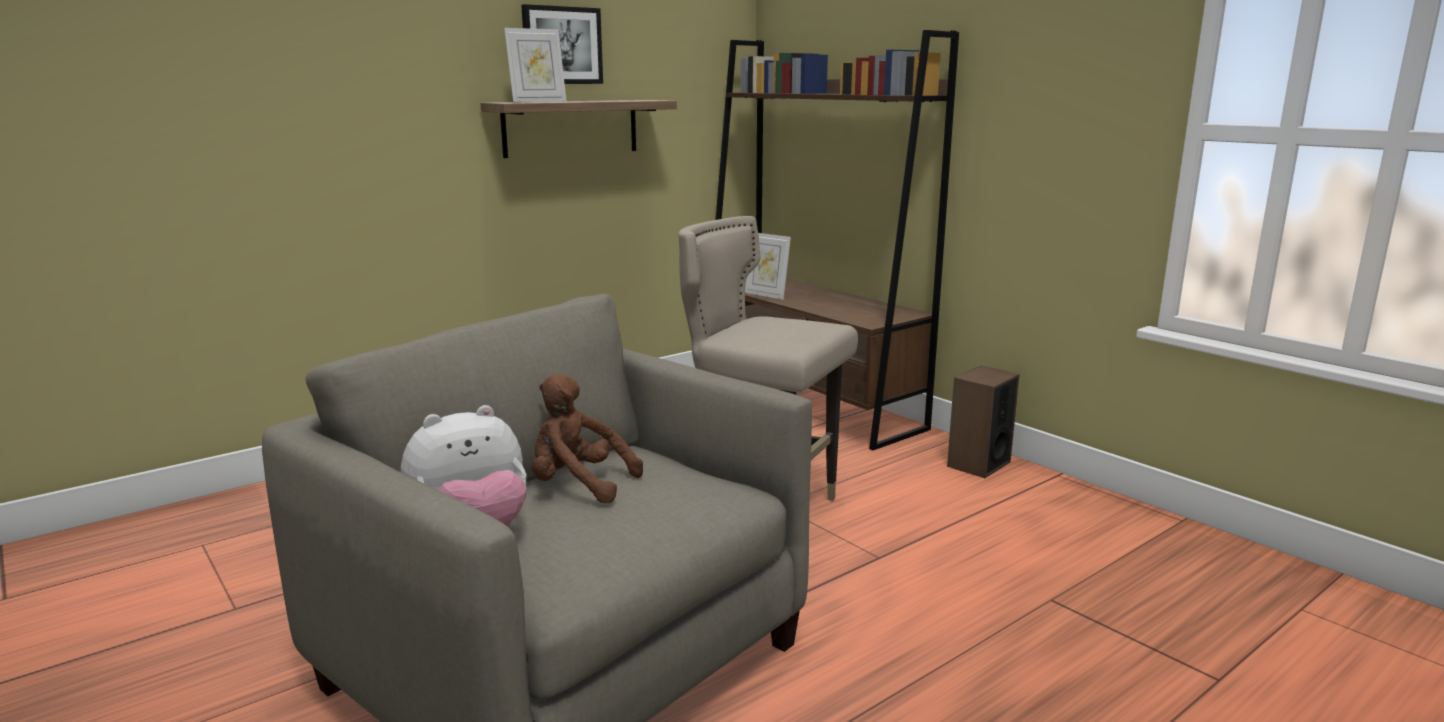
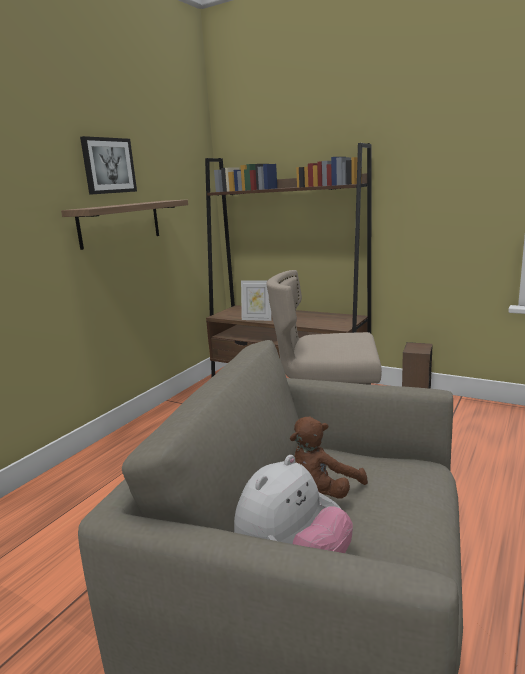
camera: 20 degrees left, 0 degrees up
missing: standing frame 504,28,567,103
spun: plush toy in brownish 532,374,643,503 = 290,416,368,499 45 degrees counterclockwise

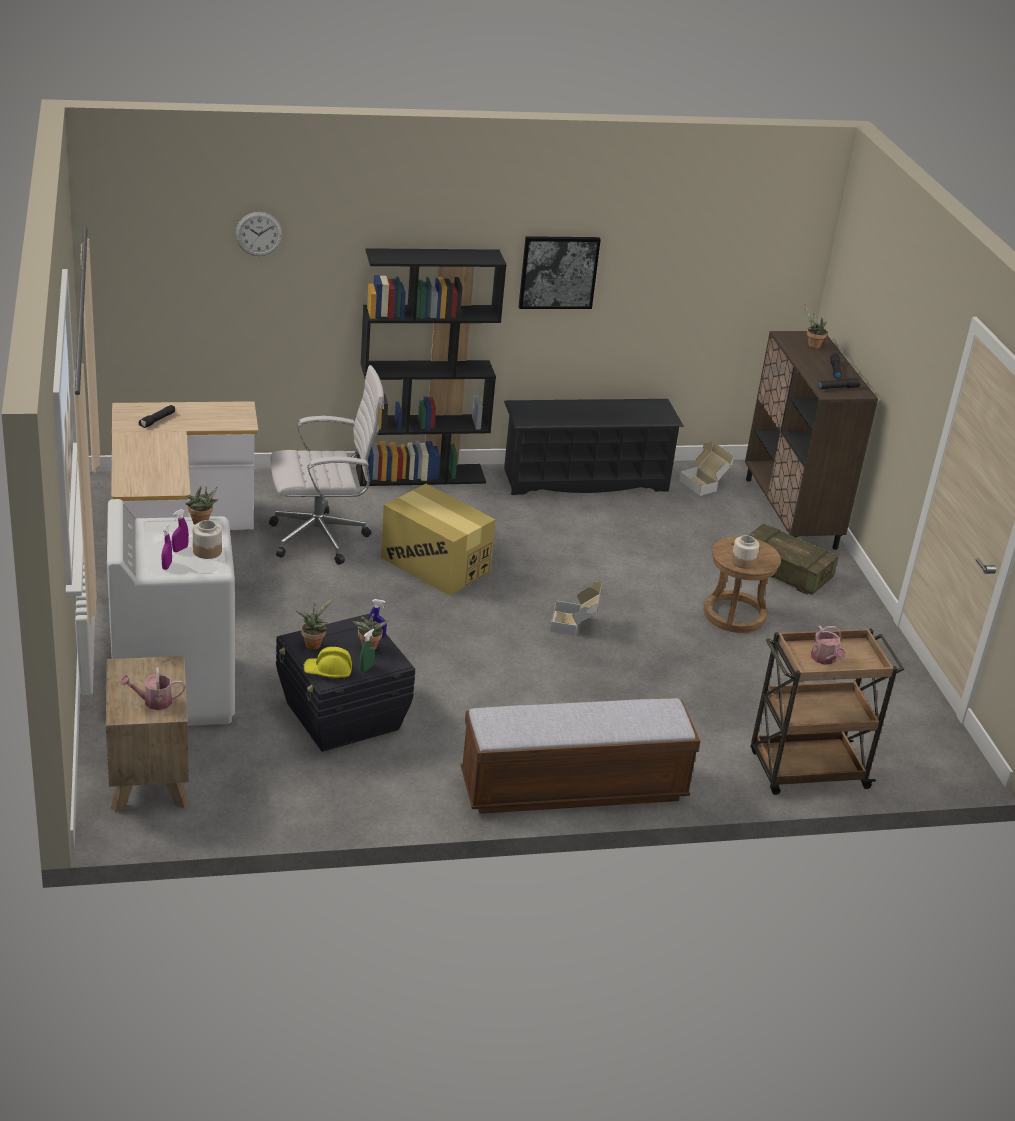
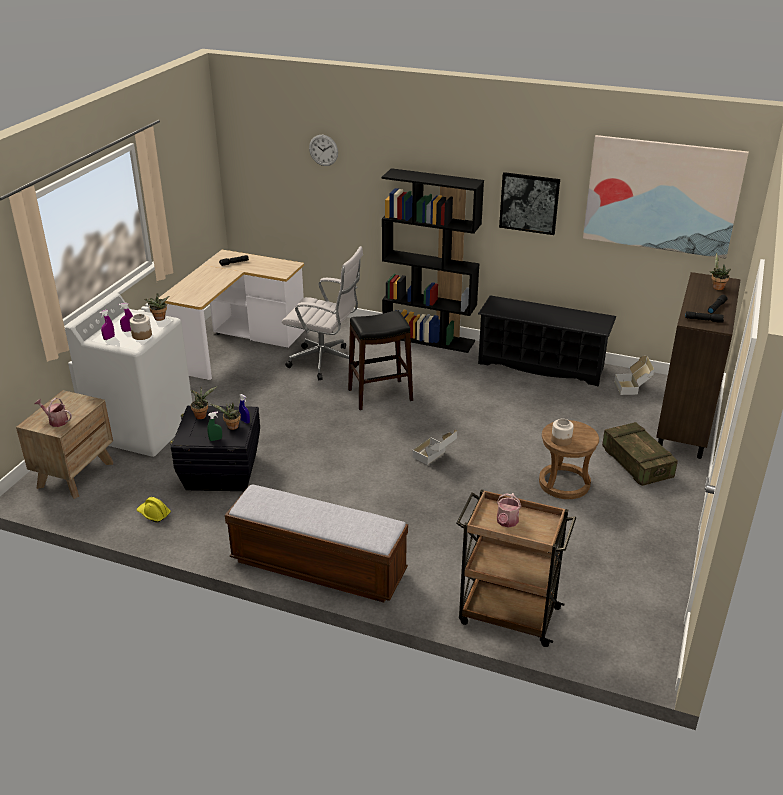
camera: 35 degrees right, 0 degrees up
appeared: wall picture 583,135,749,259
relocated: work helmet in yellow 303,647,352,680 to 137,497,171,523
exchanged: packing box 381,484,496,596 to stool in blackish 348,310,413,410

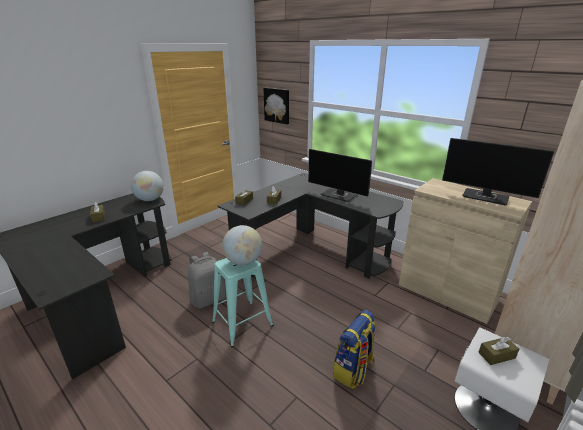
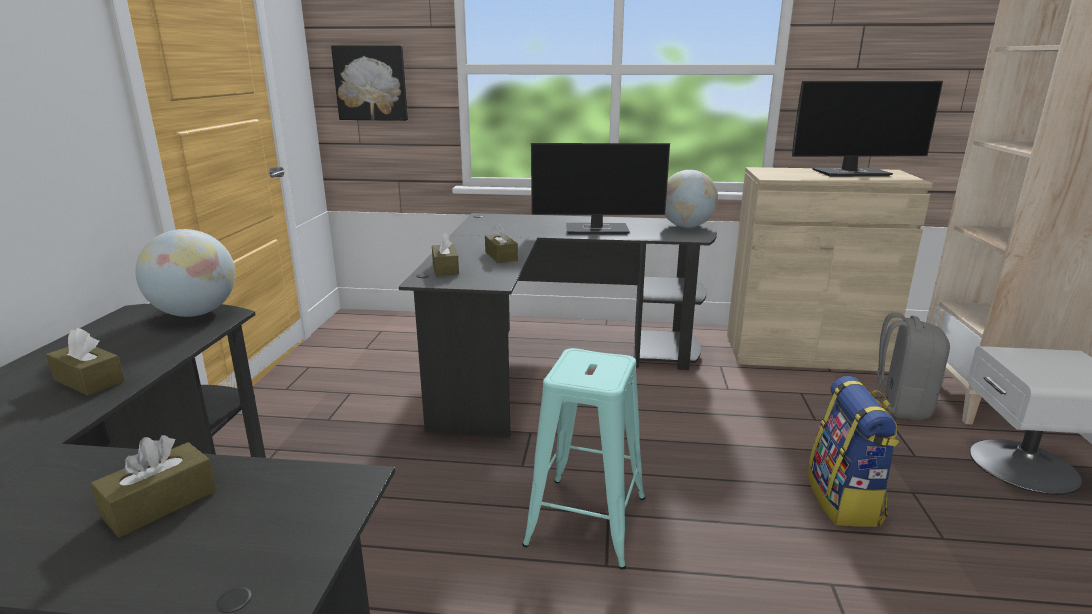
camera: 35 degrees left, 5 degrees down
relocated: knapsack in greyish 188,252,226,309 to 869,312,950,420; desk globe 222,225,262,265 to 665,170,718,228; box of tissues in brownish 478,337,519,365 to 90,435,216,538

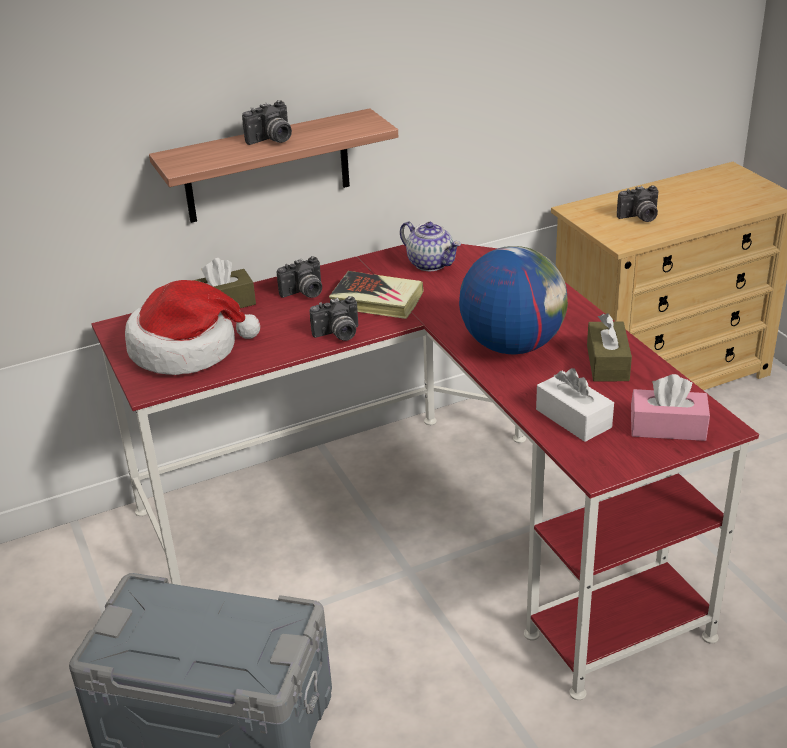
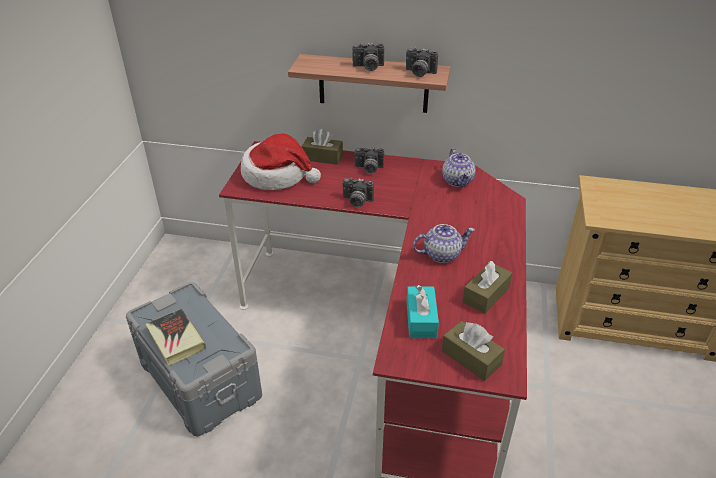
camera: 35 degrees right, 5 degrees up
relocated: volume 329,271,424,319 to 146,309,206,366; photo camera 617,185,659,222 to 406,47,438,77
exchanged: desk globe 459,246,568,354 to pot for tea 413,224,475,263
colour: box of tissues in white-coloured 536,368,614,442 to box of tissues in turquoise 407,285,439,338; box of tissues in pink-coloured 631,374,710,441 to box of tissues in brownish 442,321,505,381

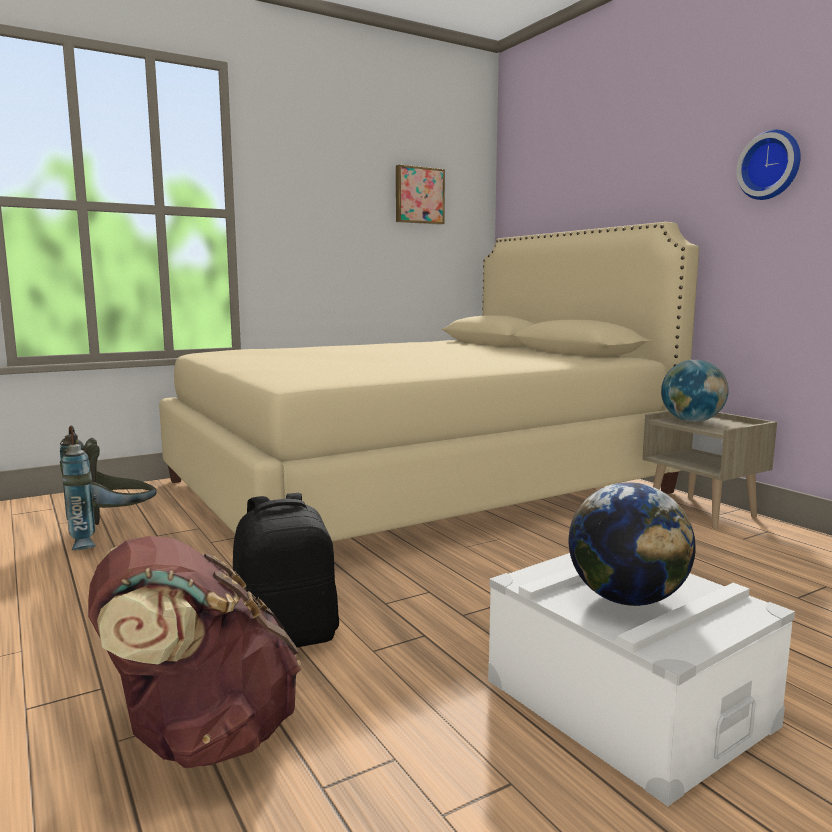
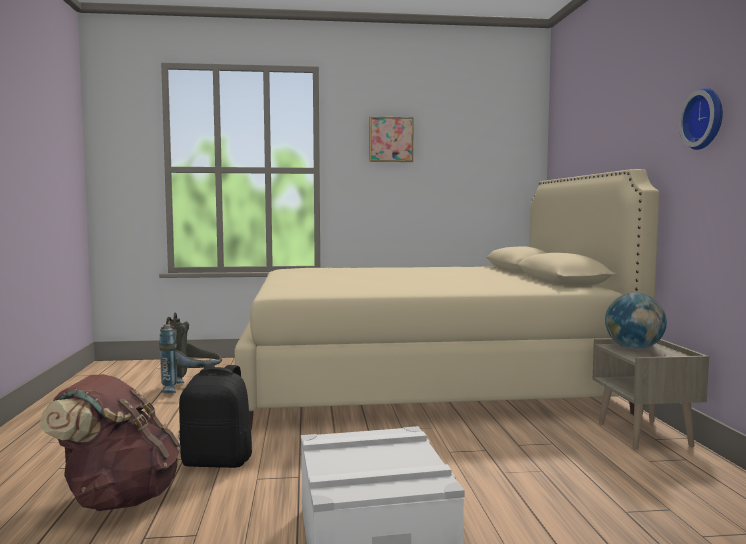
camera: 25 degrees right, 5 degrees down
missing: desk globe 569,482,696,606
relocated: wall picture 396,165,445,225 to 369,116,414,162

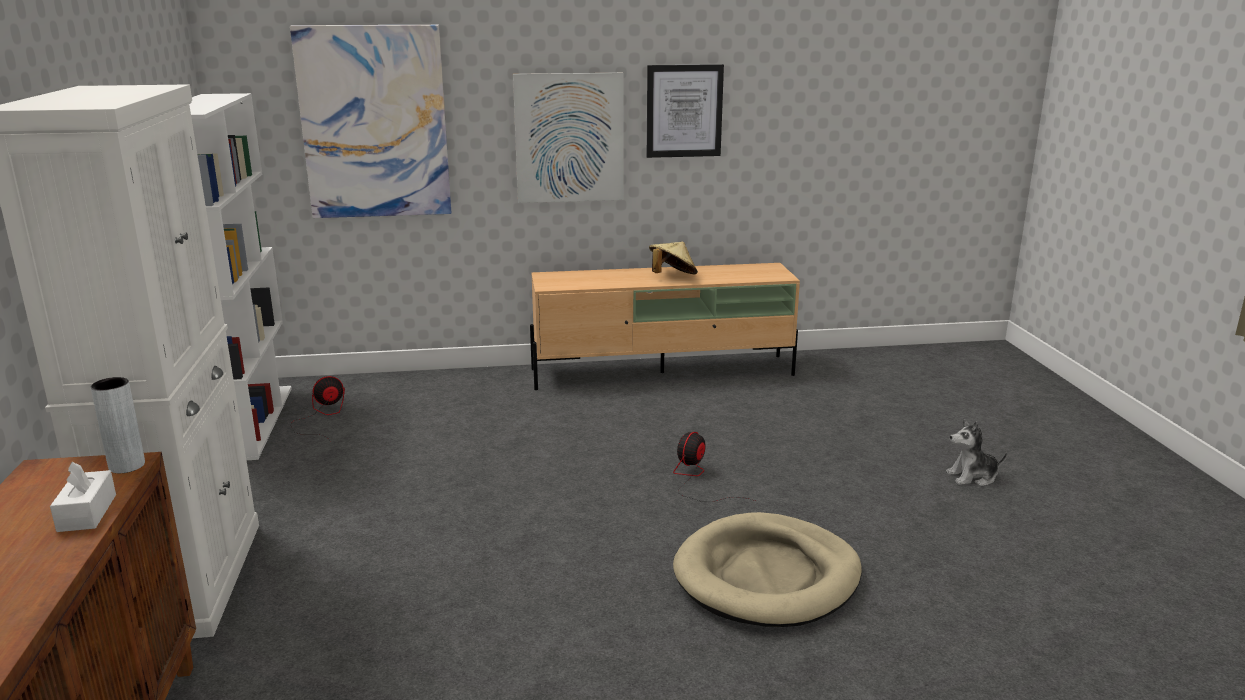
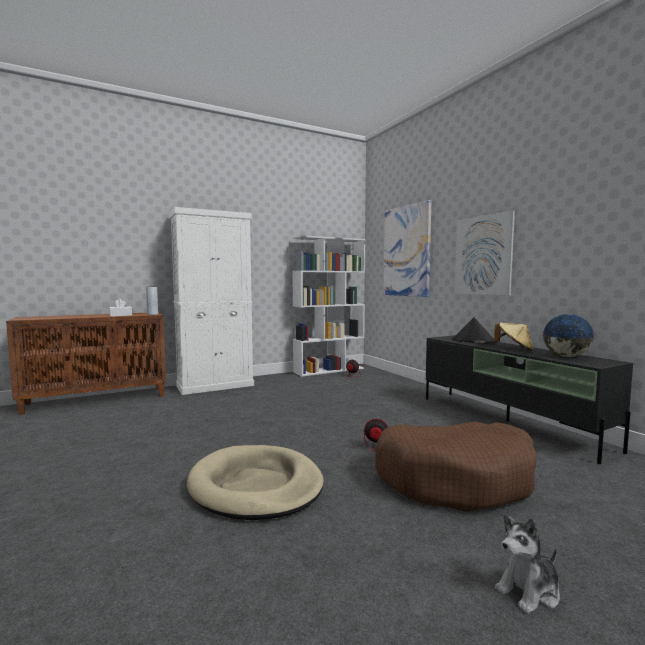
camera: 70 degrees right, 15 degrees down
missing: wall picture 647,64,724,158
appeared: dog bed in brownish 375,421,536,512; wearable hat in blackish 452,317,496,343; desk globe 542,314,595,357
colour: media console in beige 530,263,800,390 to media console in blackish 426,335,633,464
spun: plush toy 946,419,1007,487 = 495,513,560,614 90 degrees counterclockwise

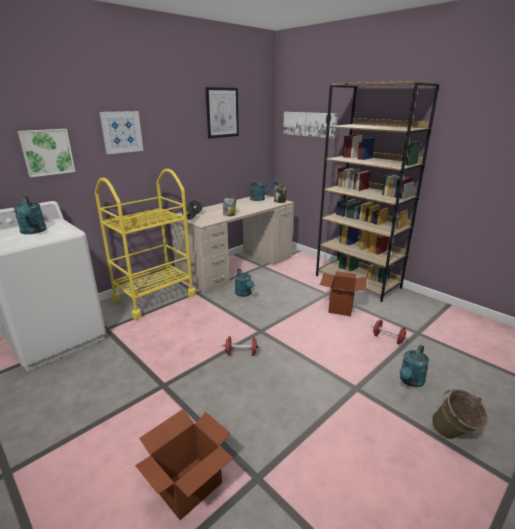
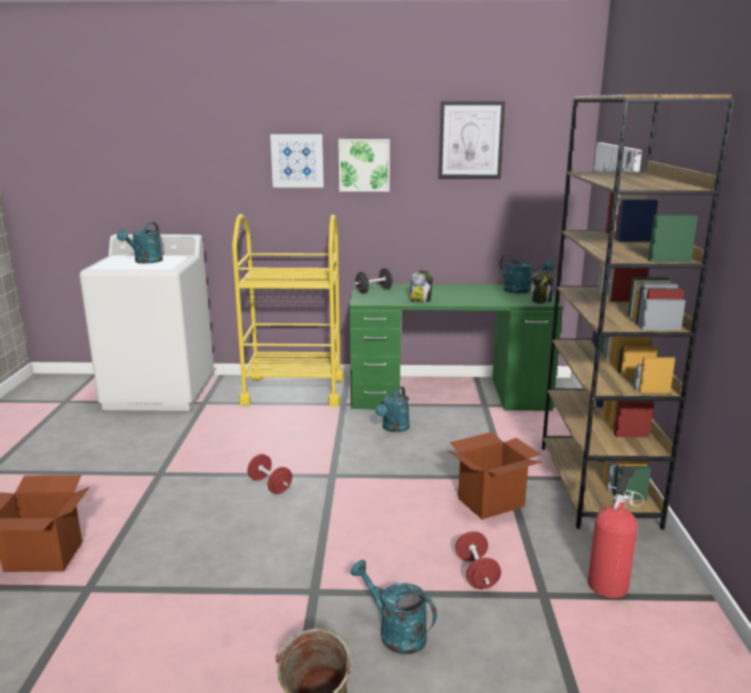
camera: 45 degrees right, 5 degrees down
appeared: extinguisher 588,465,644,598
relocated: wall picture 18,129,75,177 to 338,139,390,192
colour: desk in beige 171,195,294,294 to desk in greenish 350,284,563,411
spun: watering can in turquoise 400,345,429,387 = 350,560,437,654 45 degrees clockwise

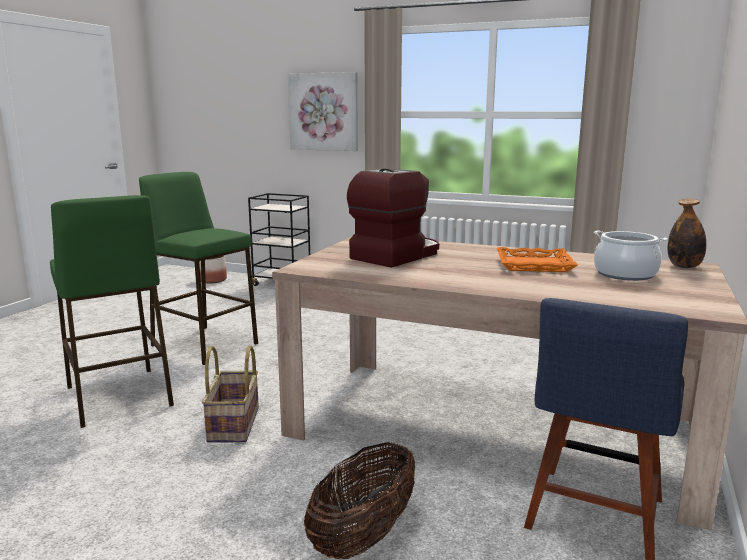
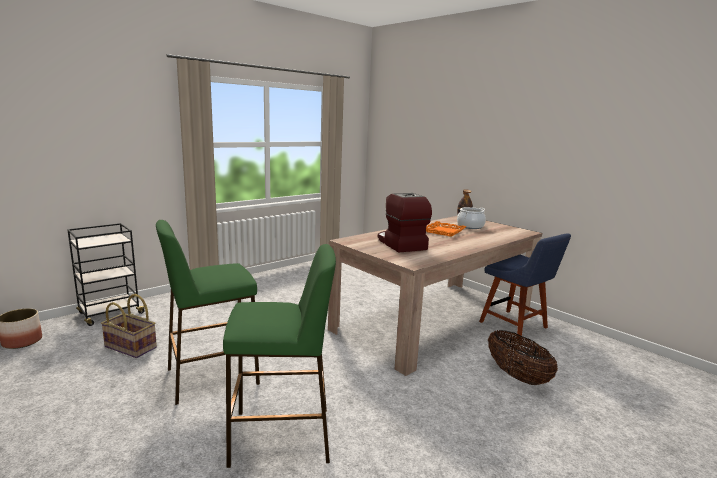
camera: 65 degrees left, 0 degrees up
missing: wall picture 288,72,358,151
relocated: basket 202,346,259,443 to 101,294,157,358

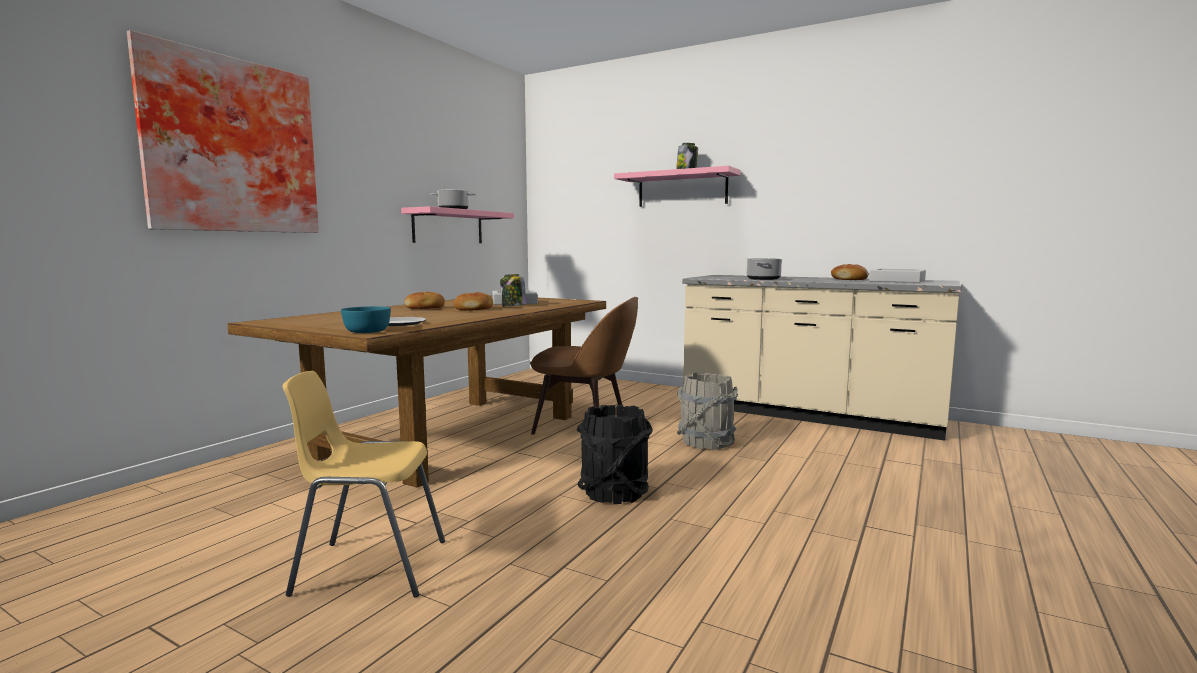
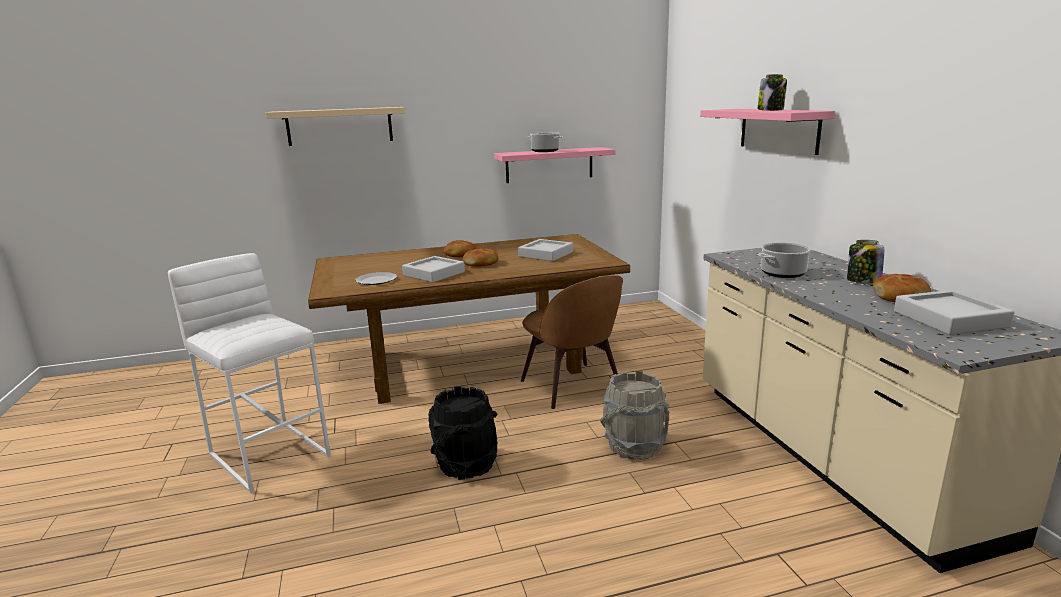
camera: 45 degrees right, 10 degrees up
missing: serving bowl in turquoise 341,306,391,333
appeared: carrying tray in greyish 402,256,465,282
relocated: jar 500,274,526,306 to 847,240,884,283
exchanged: wall picture 127,30,319,233 to bracket shelf in beige 266,107,406,146; chair in yellow 282,371,445,598 to stool in white-coloured 168,253,331,494

